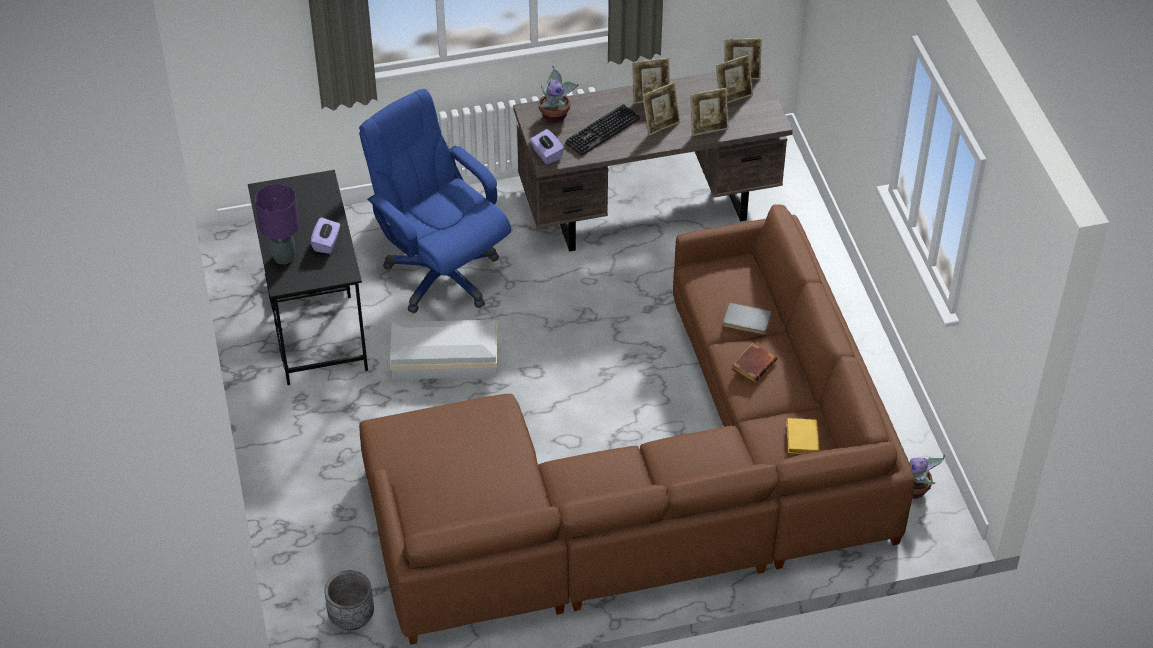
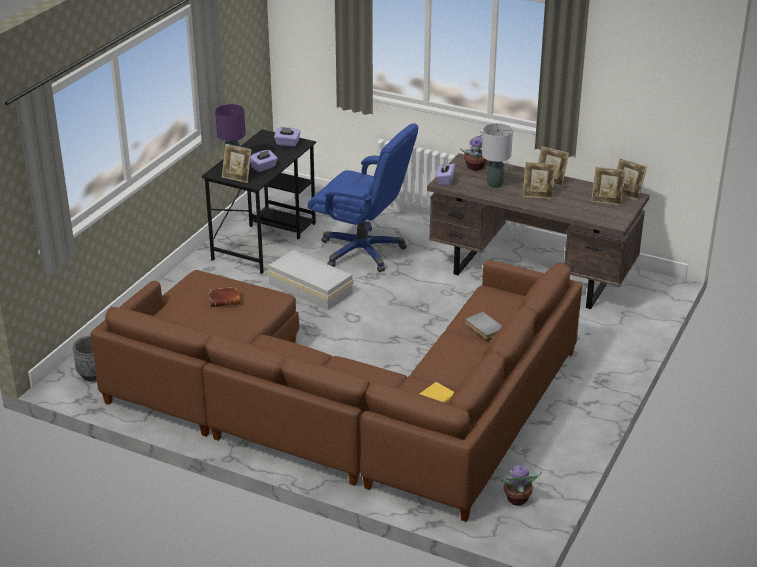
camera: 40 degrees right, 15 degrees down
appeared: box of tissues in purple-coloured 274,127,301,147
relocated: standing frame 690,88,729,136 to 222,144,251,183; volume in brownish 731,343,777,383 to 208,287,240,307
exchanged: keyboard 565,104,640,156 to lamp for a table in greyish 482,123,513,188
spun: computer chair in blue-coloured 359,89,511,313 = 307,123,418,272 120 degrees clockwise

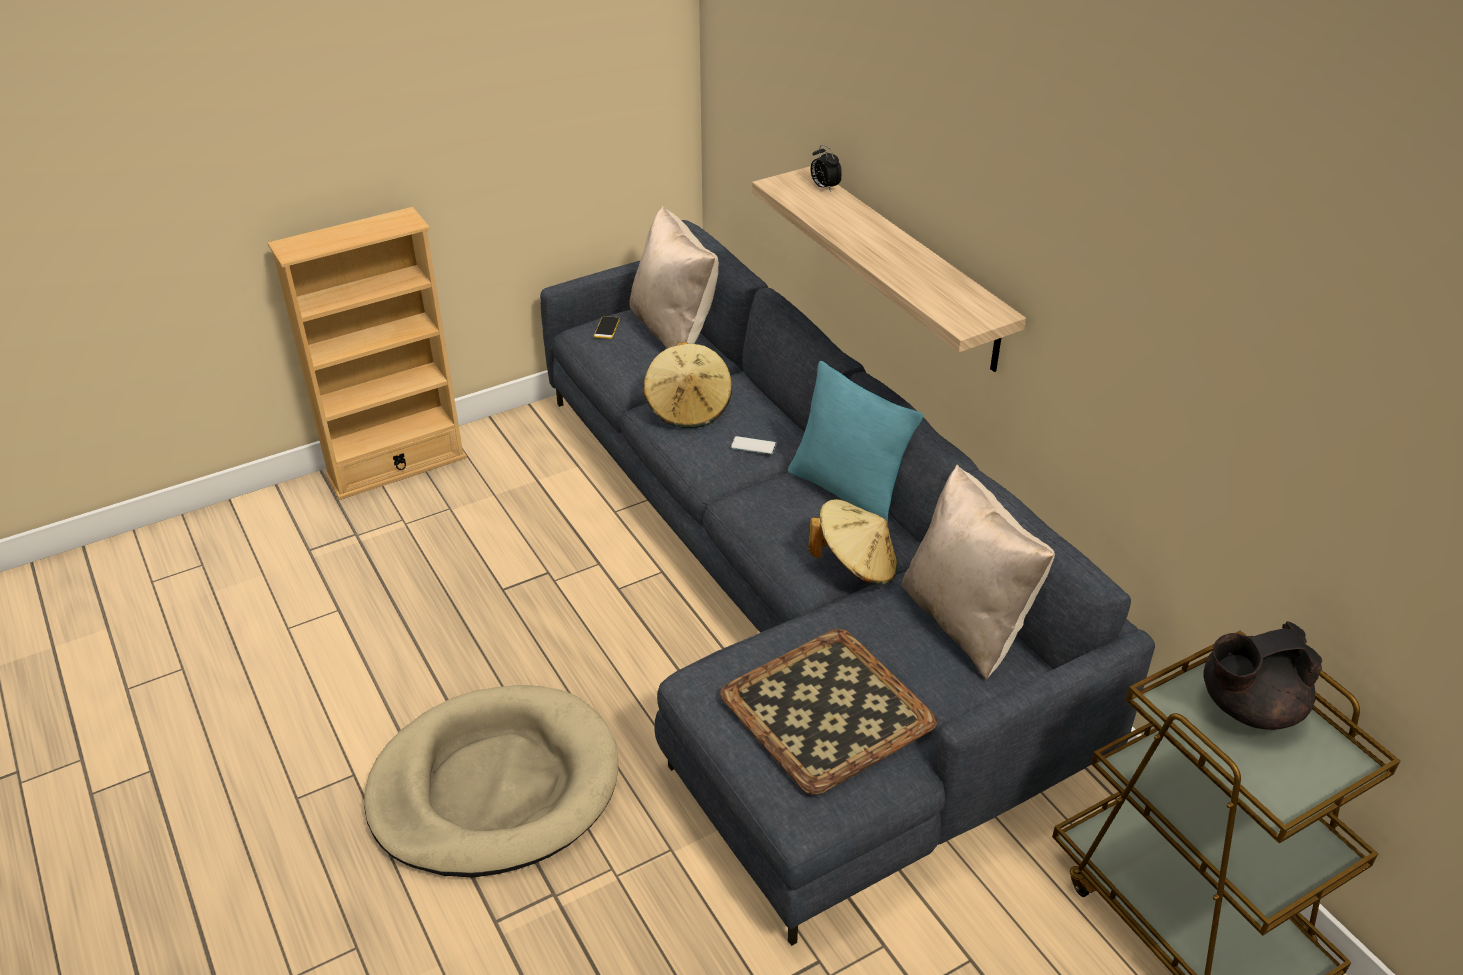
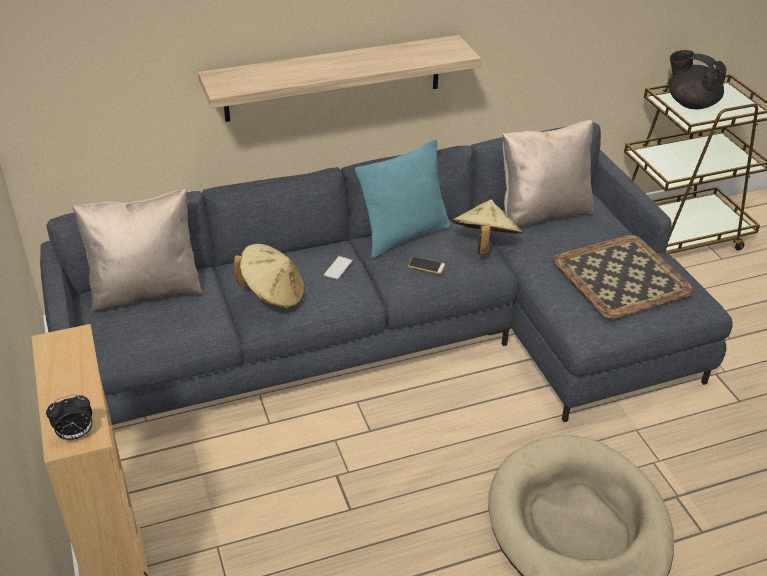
camera: 80 degrees left, 0 degrees up
relocated: phone 594,316,620,339 to 408,257,445,274; bedside clock 811,144,842,192 to 46,394,92,441
spun: pot for tea in blackish 1204,621,1322,730 = 669,50,727,109 135 degrees clockwise

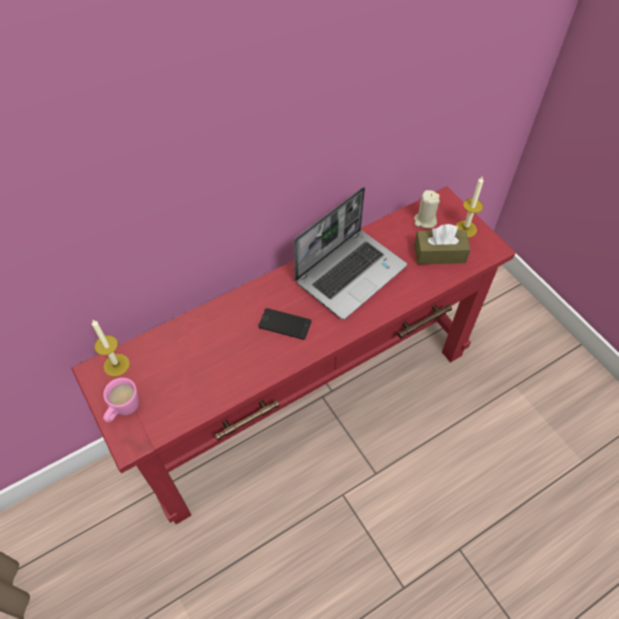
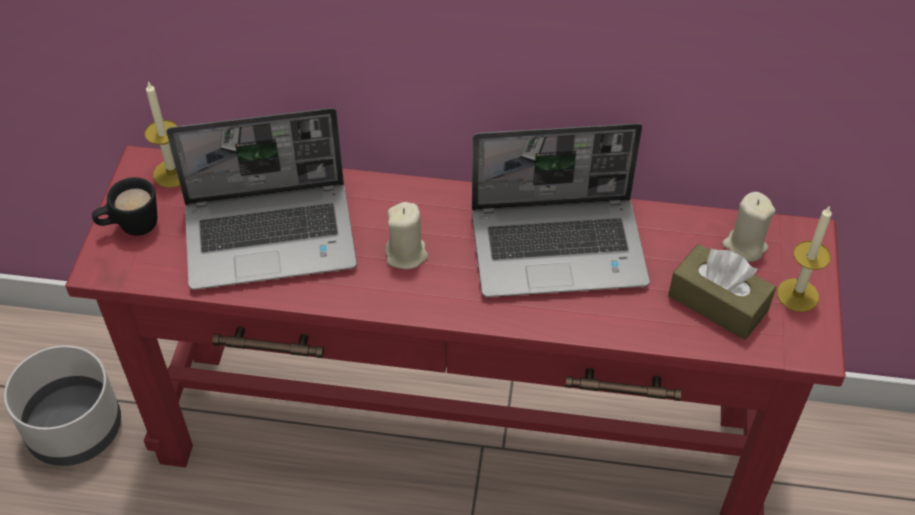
camera: 40 degrees right, 5 degrees down
appeared: plant pot in greyish 4,345,121,466; portable computer 166,108,357,290
exchanged: phone 258,308,311,340 to wax light in beige 385,202,428,269
colour: tea mug in pink-coloured 103,378,139,422 to tea mug in blackish 92,177,157,236

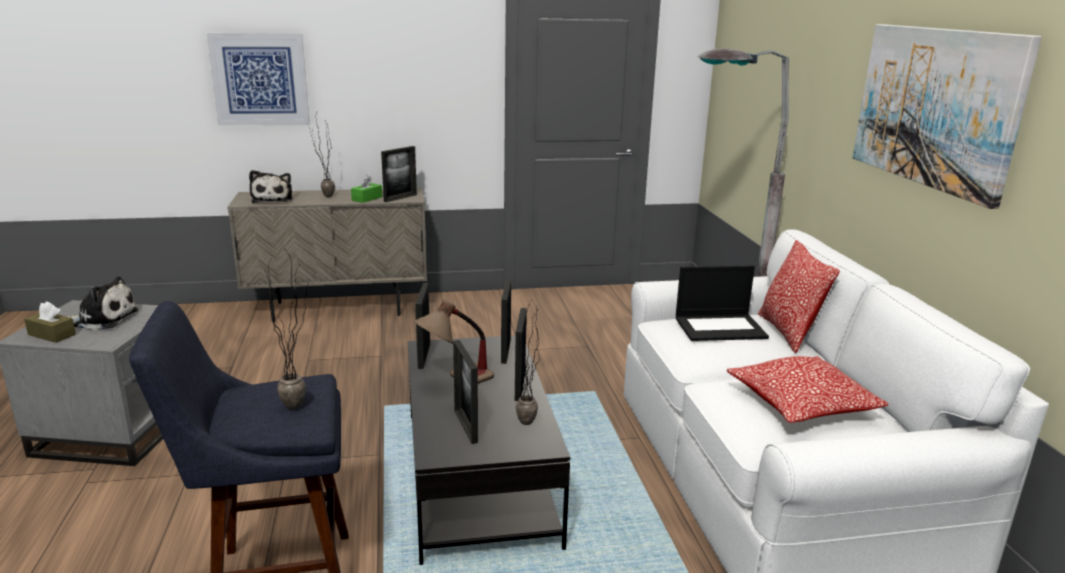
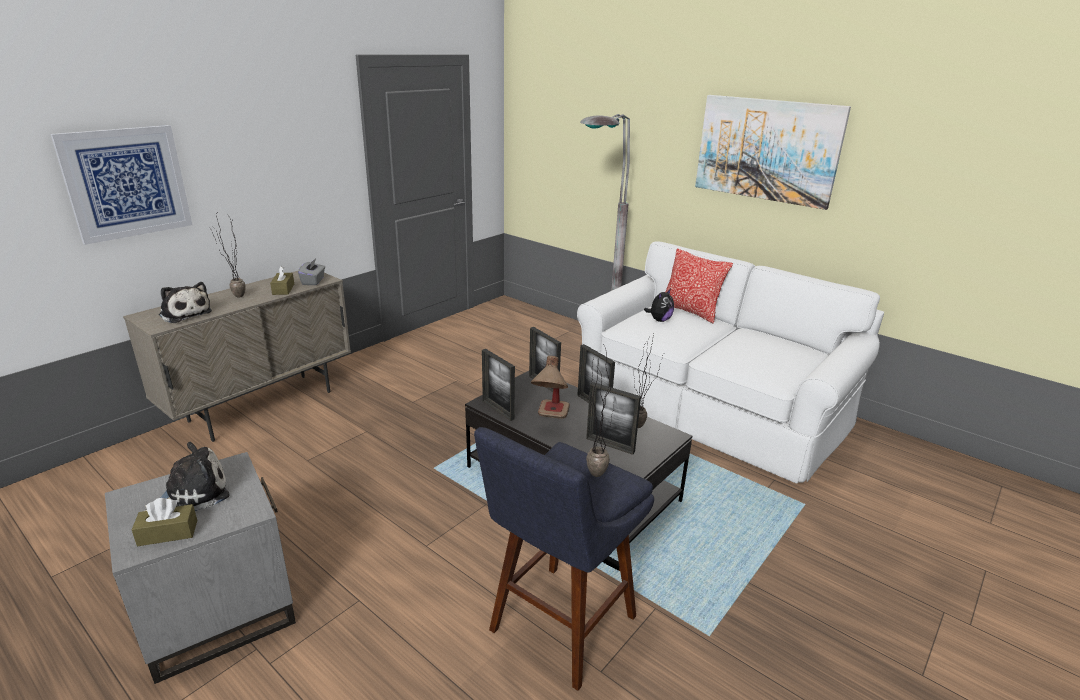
camera: 40 degrees left, 5 degrees up
missing: throw pillow 727,356,889,423
exchanged: standing frame 381,146,417,202 to box of tissues in greyish 298,259,325,285; portable computer 676,265,769,341 to plush toy 644,288,674,322
colour: box of tissues in greenish 351,175,382,203 to box of tissues in brownish 270,266,294,295

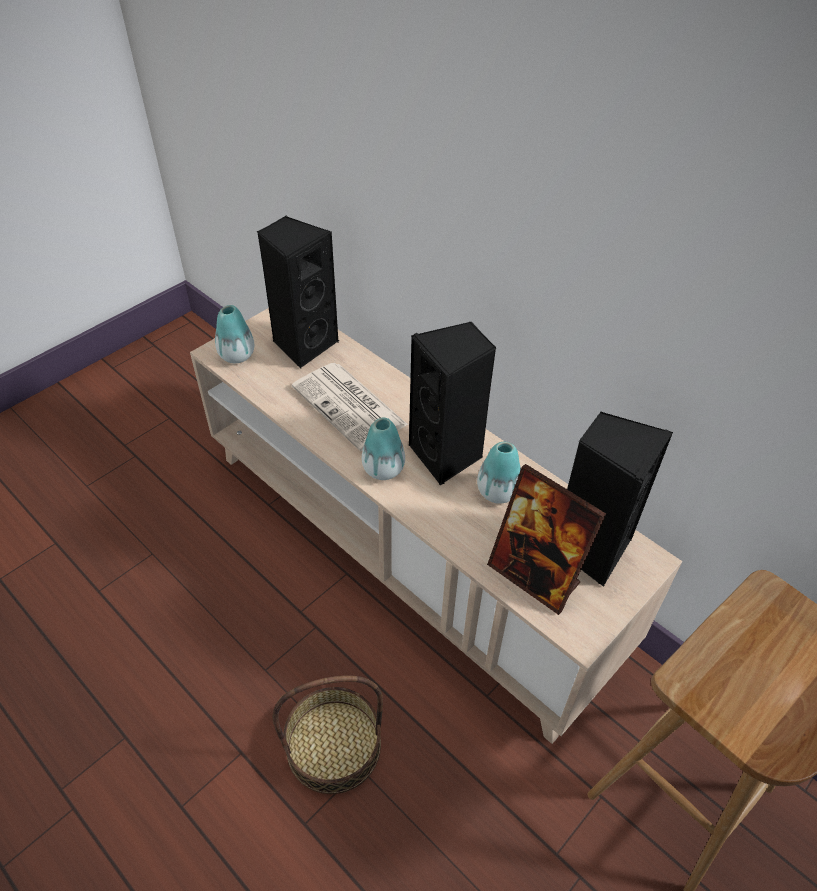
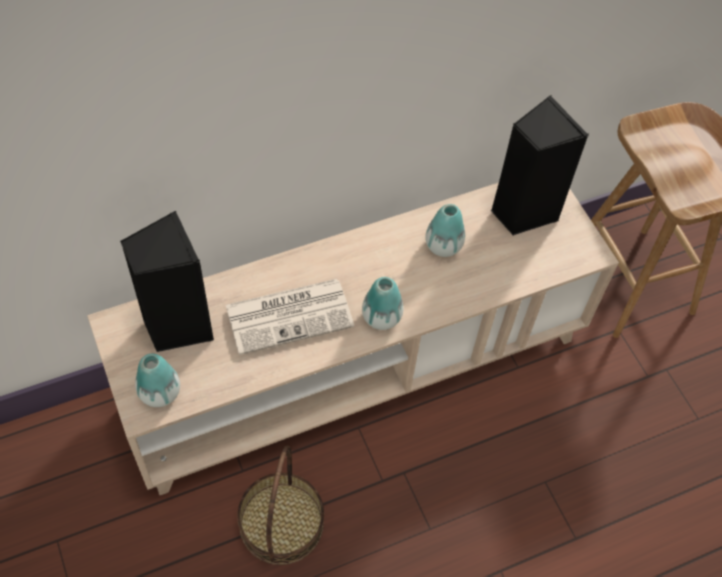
camera: 70 degrees left, 10 degrees up
missing: audio speaker in blackish 409,322,497,485; standing frame 487,464,606,615
relocated: basket 273,675,383,794 to 237,446,324,565

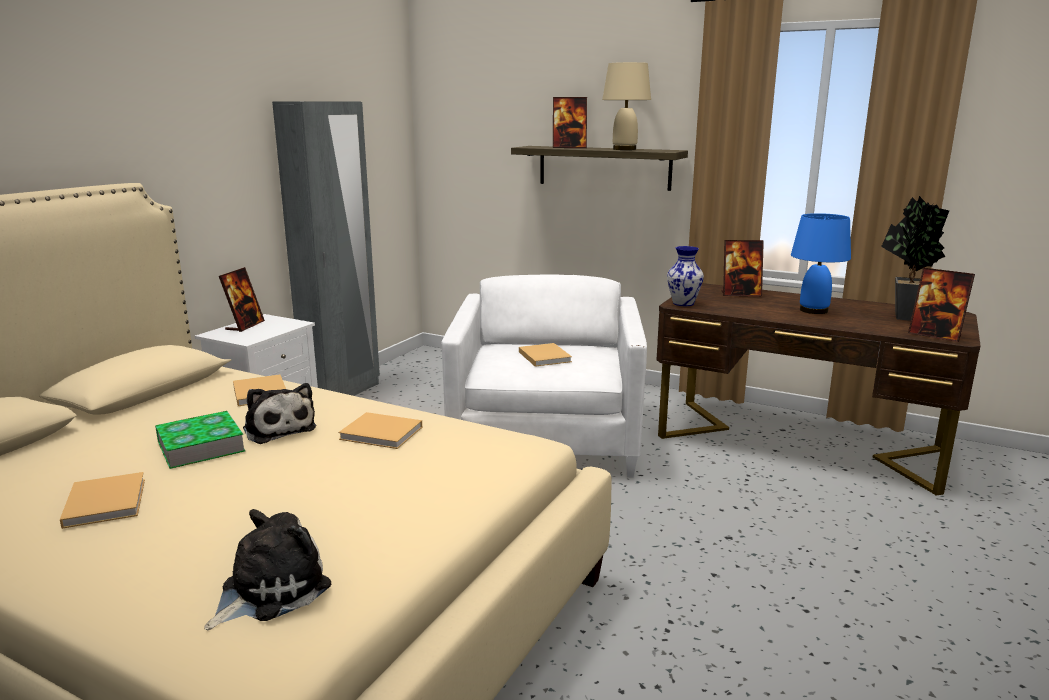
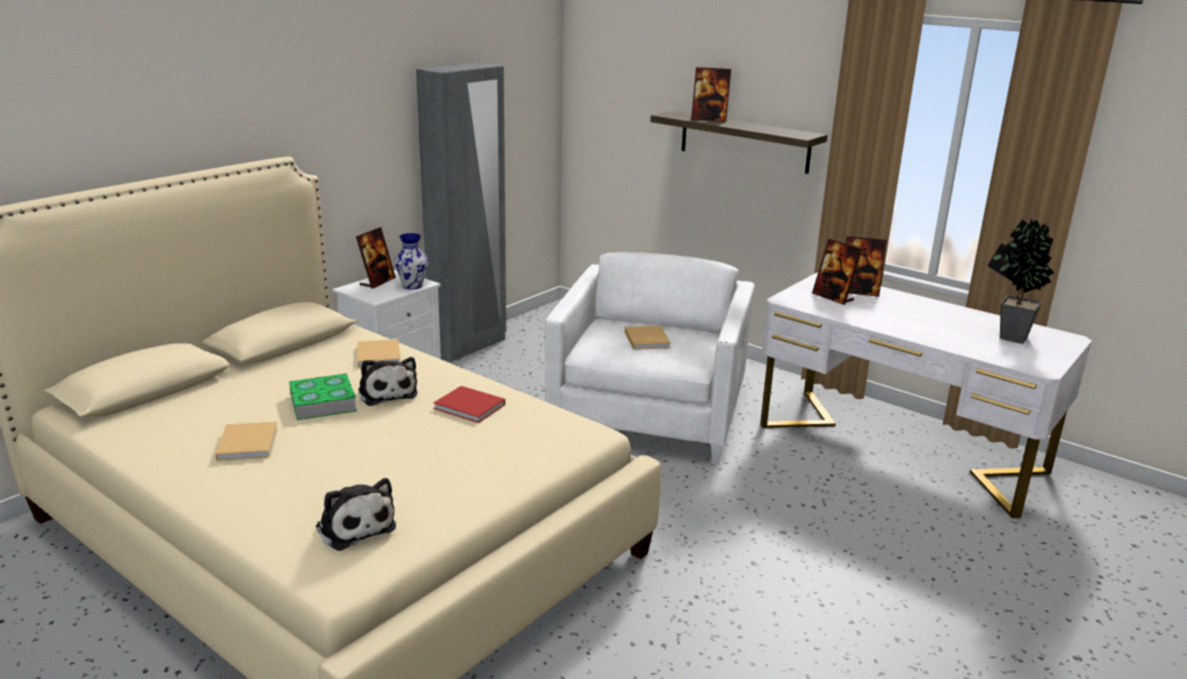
camera: 10 degrees right, 5 degrees up
missing: lamp for a table in beige 602,62,651,150; lamp for a table in blue-coloured 791,213,851,314
relocated: flower vase 667,246,704,306 to 394,233,428,289; standing frame 908,268,975,342 to 812,239,862,305
colour: volume in beige 338,412,422,449 to volume in reddish 433,386,505,423; desk in brownish 656,283,981,496 to desk in white-coloured 760,273,1092,518
spun: plush toy 204,509,331,631 = 316,478,396,551 90 degrees clockwise

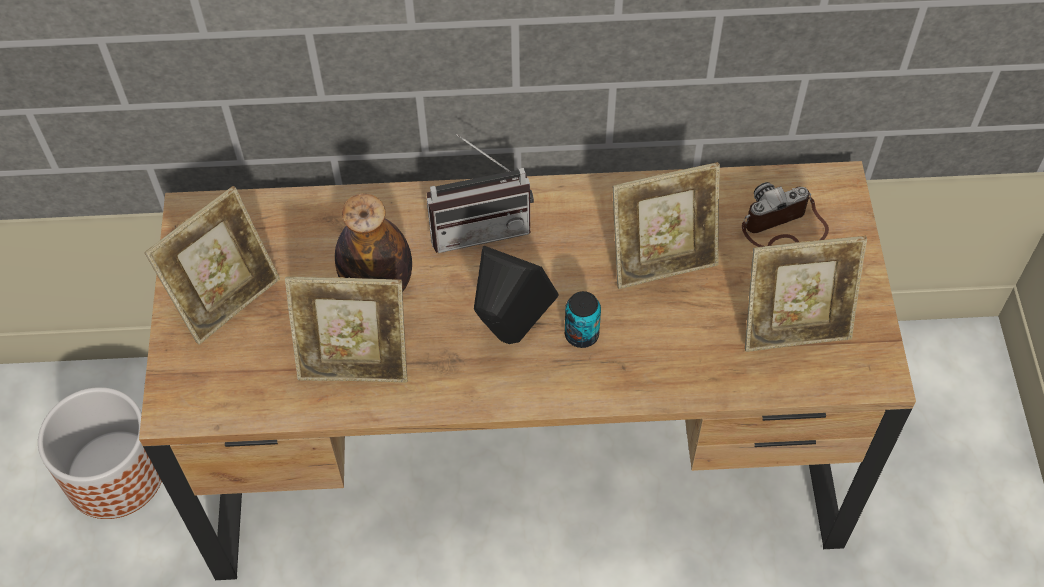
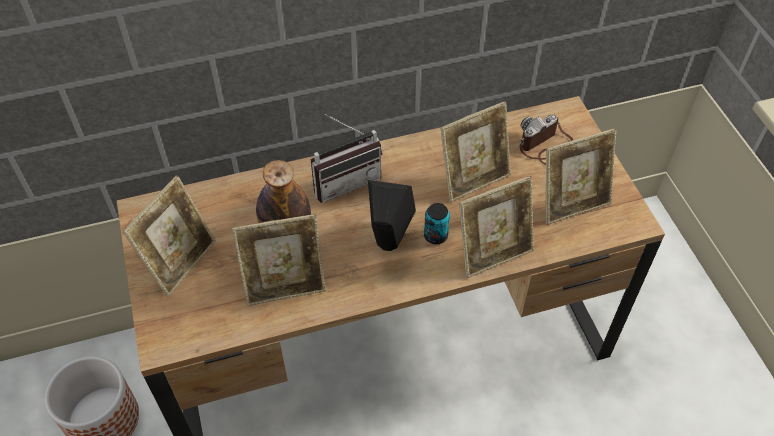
camera: 15 degrees left, 5 degrees down
appeared: standing frame 459,176,534,278

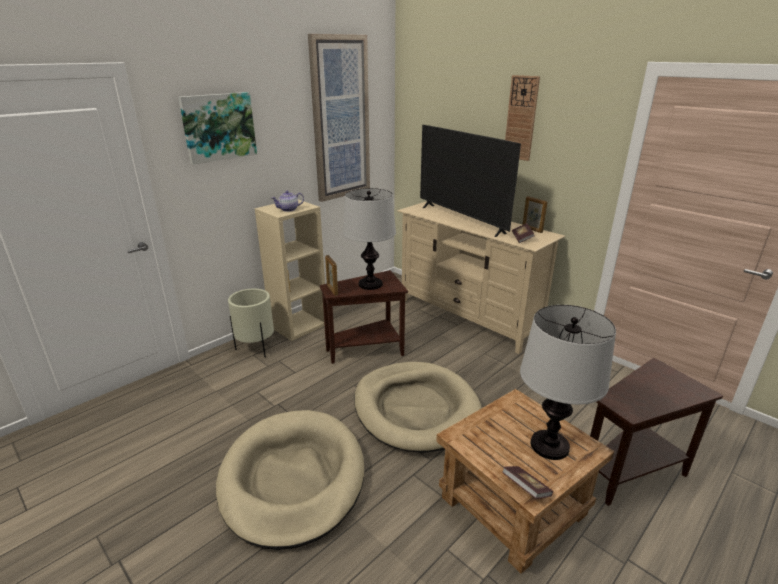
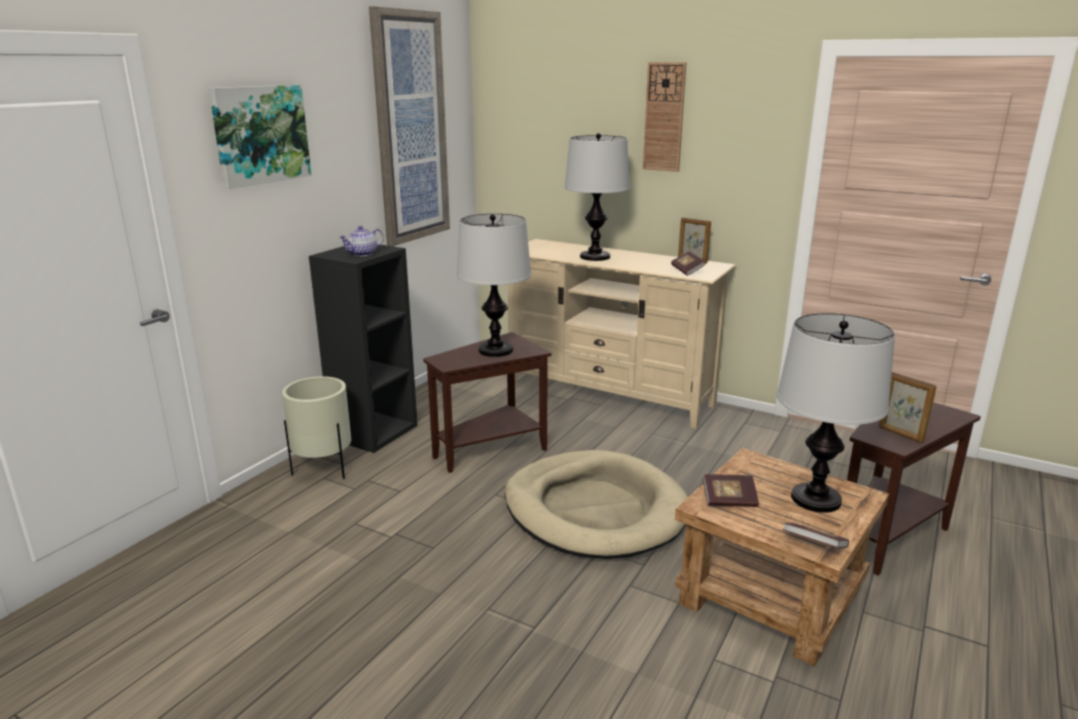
camera: 15 degrees left, 5 degrees down
missing: dog bed in beige 216,410,364,550
appeared: volume 702,474,759,507
relocated: standing frame 325,255,338,296 to 879,372,937,443
exchanged: television 420,125,521,237 to lamp for a table 565,133,630,261
colour: shelving unit in beige 255,200,325,341 to shelving unit in blackish 309,245,418,453

